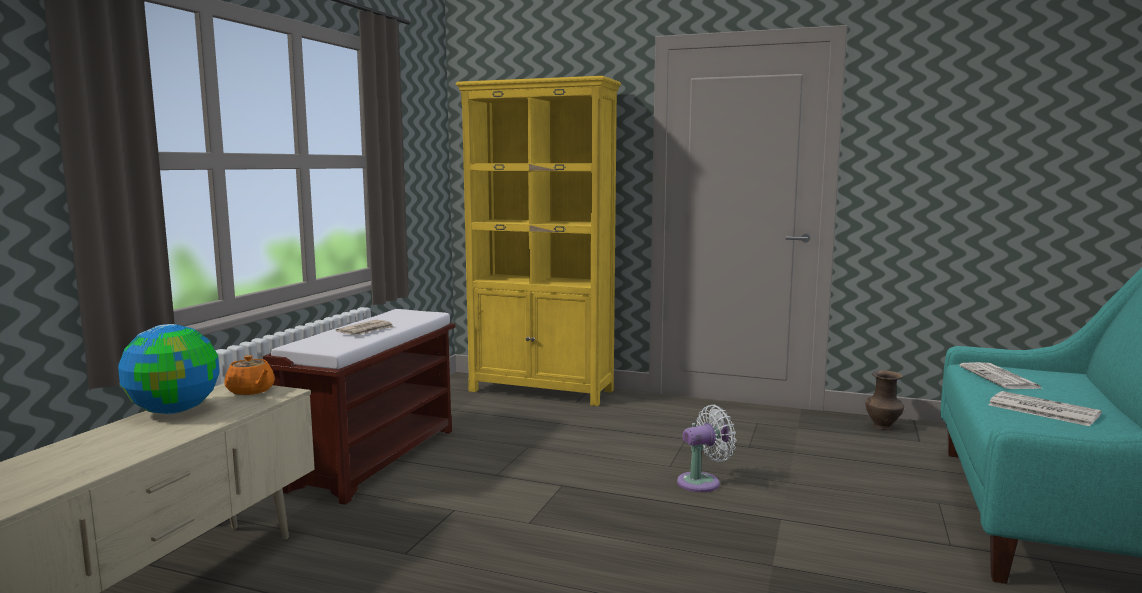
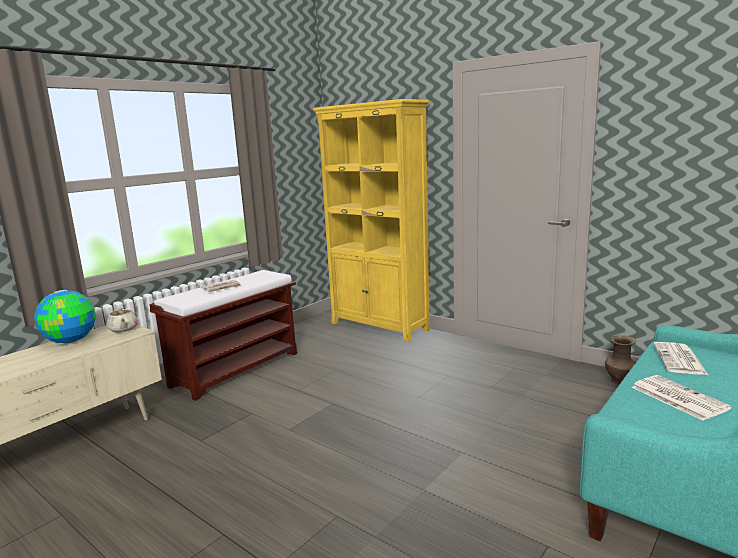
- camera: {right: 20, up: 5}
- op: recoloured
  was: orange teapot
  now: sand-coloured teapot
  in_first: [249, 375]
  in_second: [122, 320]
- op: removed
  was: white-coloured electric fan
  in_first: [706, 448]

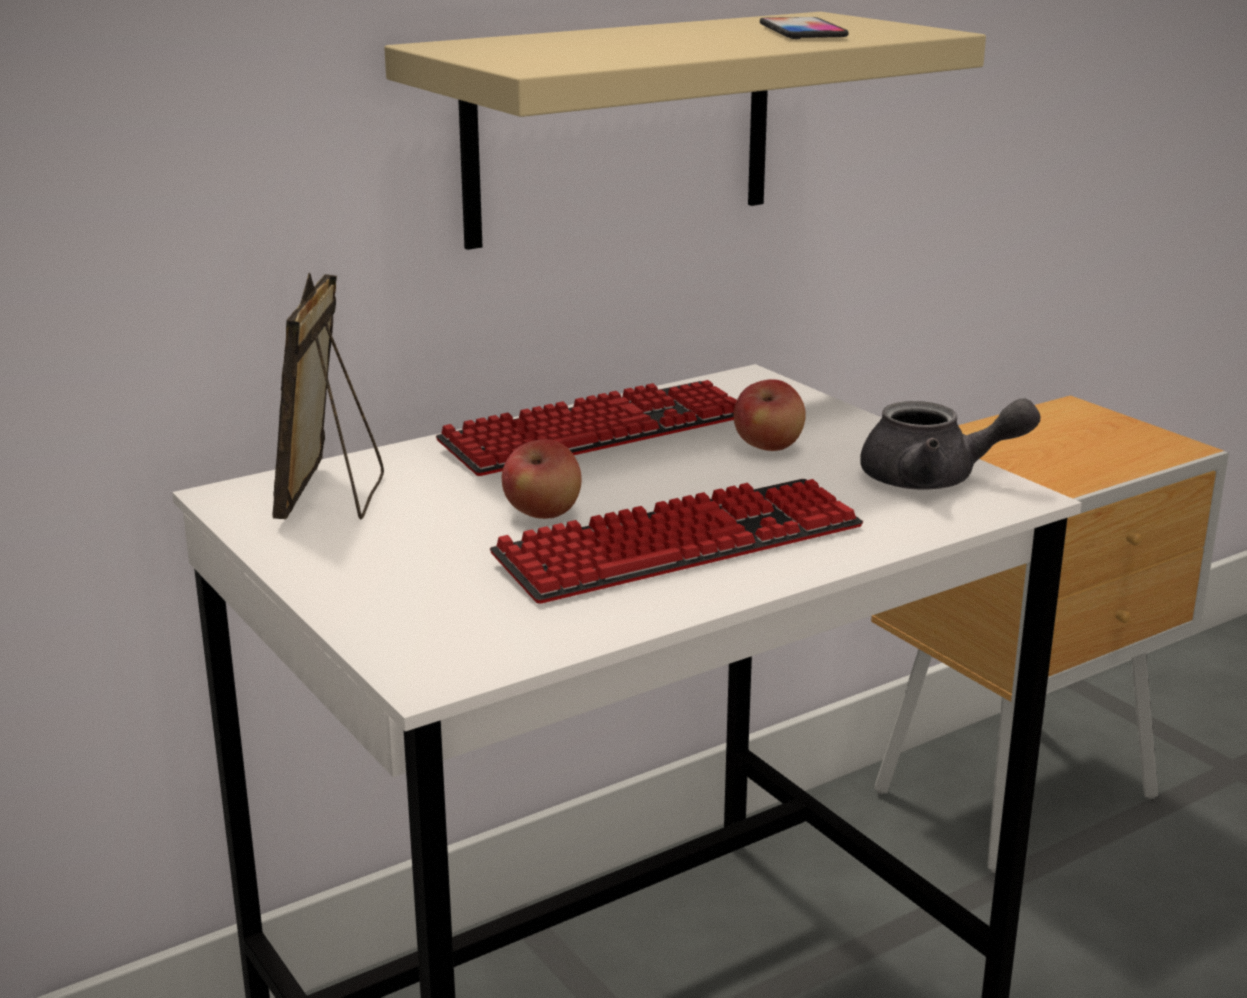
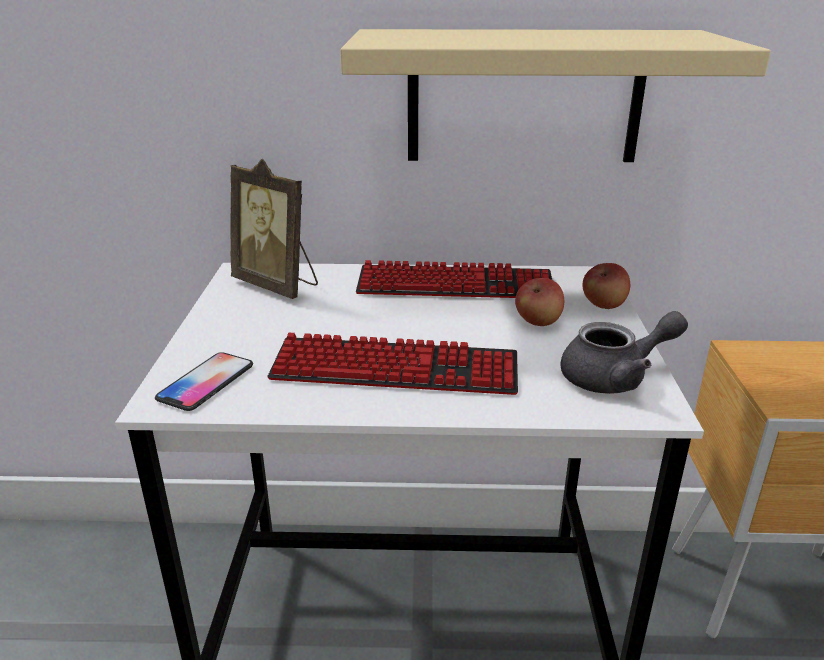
- camera: {right: 35, up: 5}
- op: moved
  was: telephone
  in_first: [804, 28]
  in_second: [204, 381]
- op: turned
  was: photo frame
  in_first: [328, 396]
  in_second: [274, 229]
  clockwise: -90
- op: turned
  was: greyish teapot
  in_first: [950, 444]
  in_second: [624, 352]
  clockwise: -60
- op: moved
  was: apple fruit
  in_first: [541, 479]
  in_second: [606, 286]

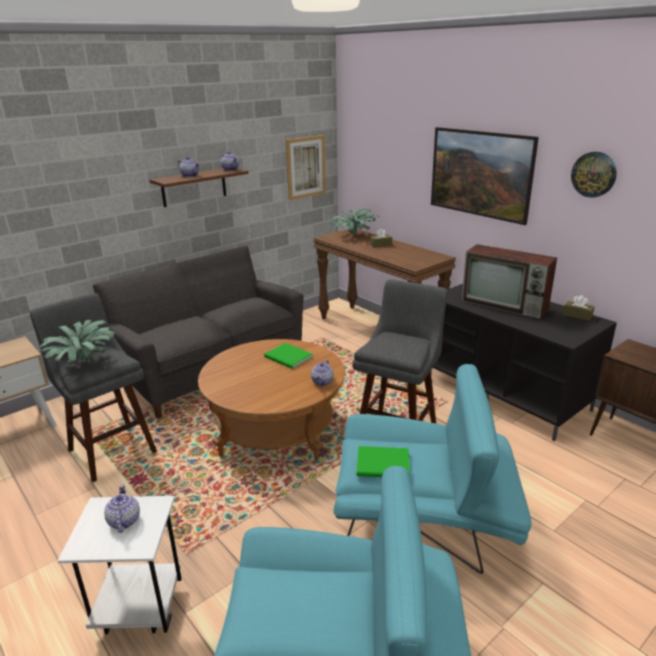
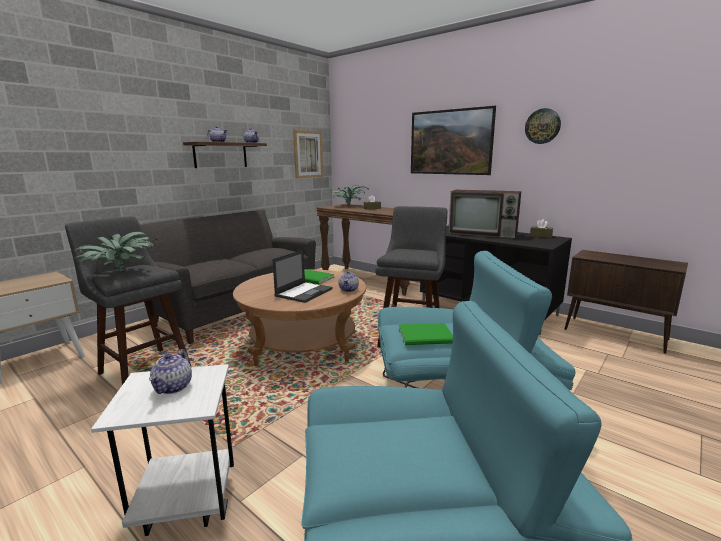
- camera: {right: -10, up: -10}
- op: turned
  was: teapot
  in_first: [122, 509]
  in_second: [170, 371]
  clockwise: -150
- op: added
  now: notebook computer
  in_second: [302, 276]

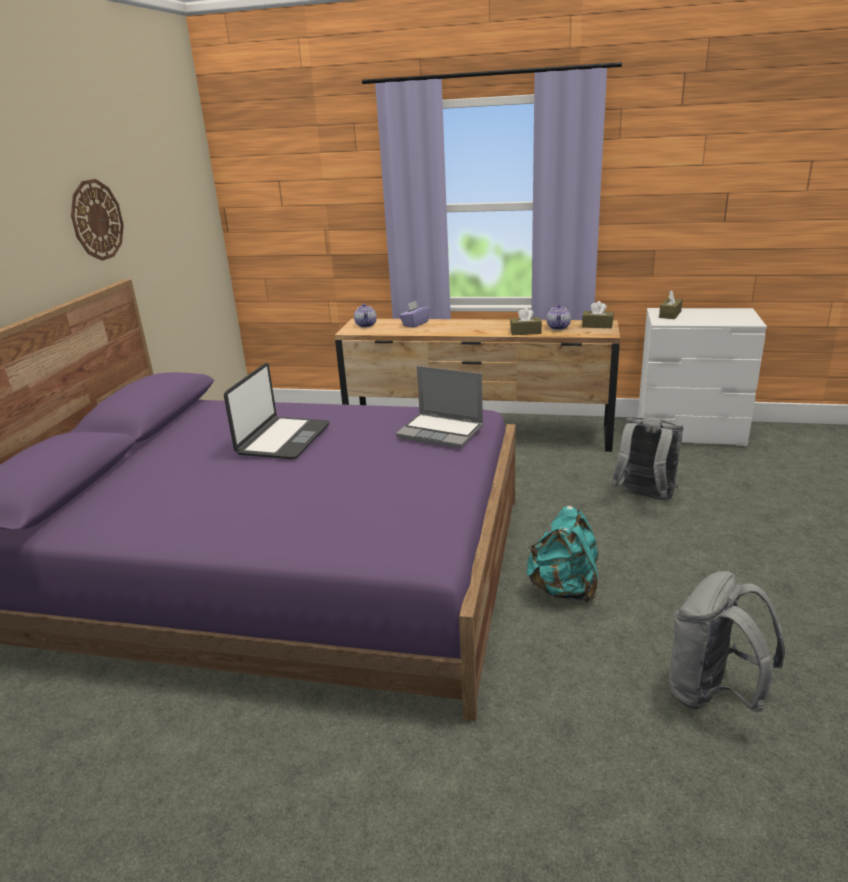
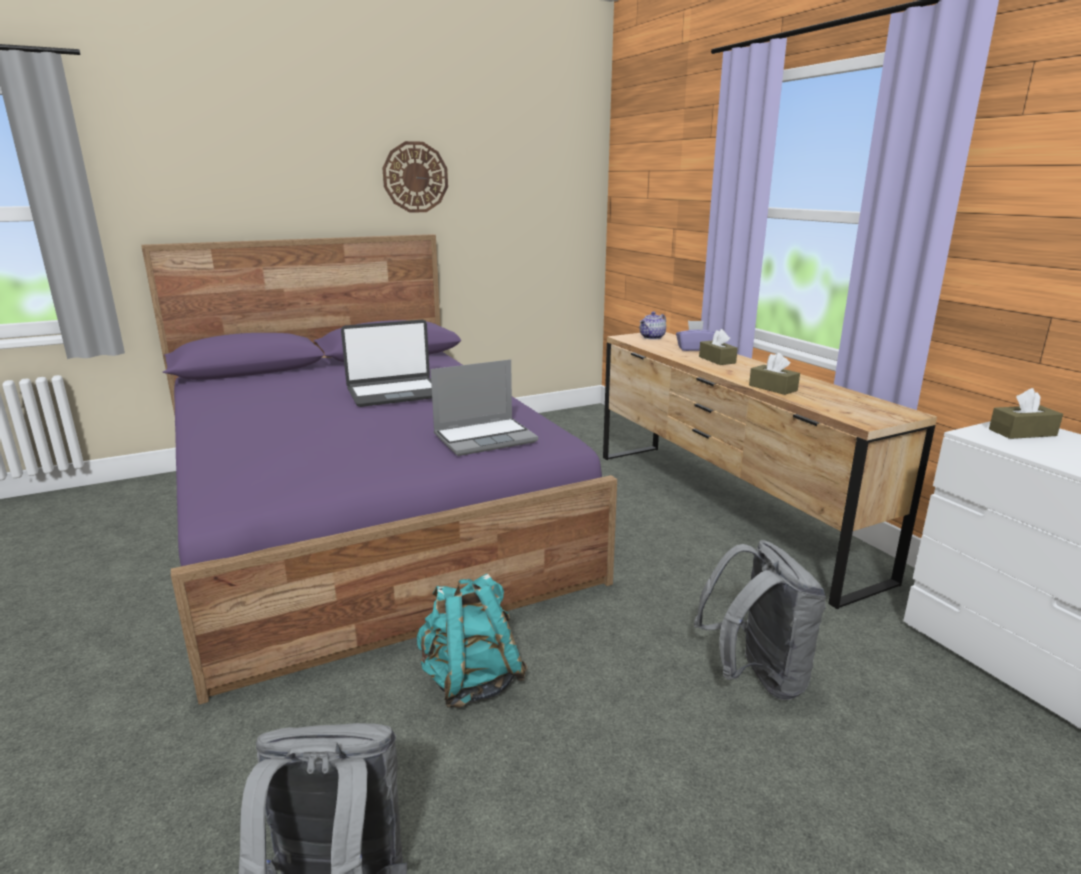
- camera: {right: 50, up: -5}
- op: turned
  was: notebook computer
  in_first: [439, 407]
  in_second: [484, 407]
  clockwise: -105
- op: moved
  was: brown tissue holder
  in_first: [598, 314]
  in_second: [718, 347]
- op: removed
  was: teapot
  in_first: [558, 317]

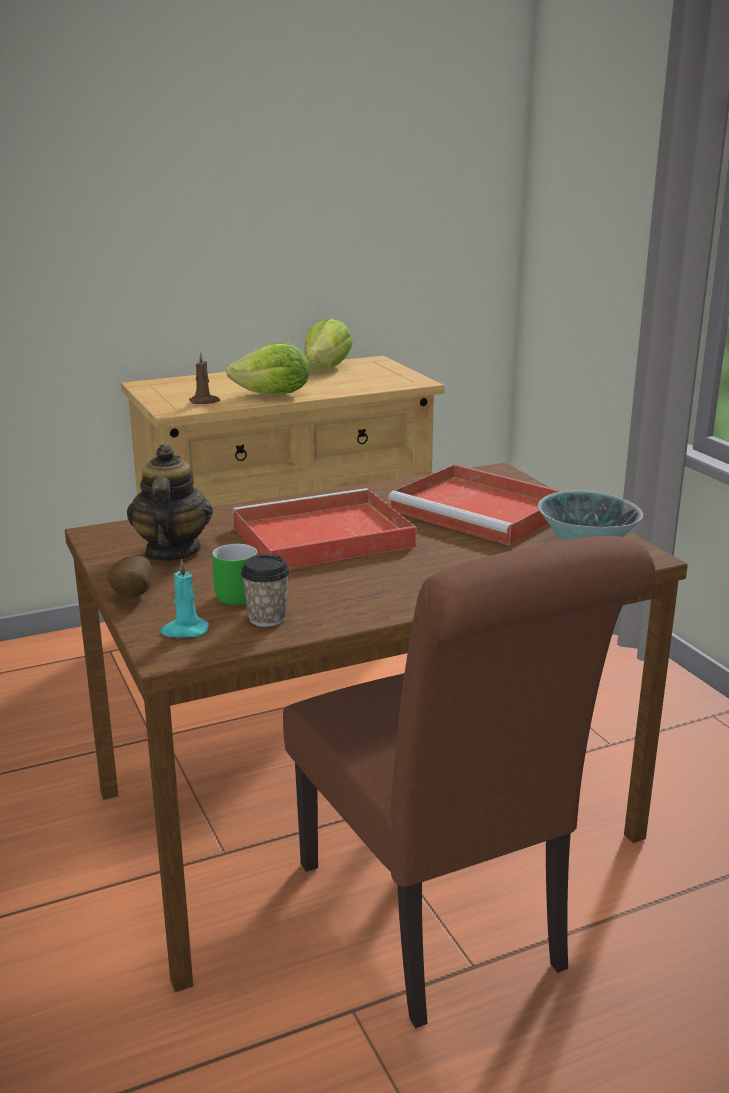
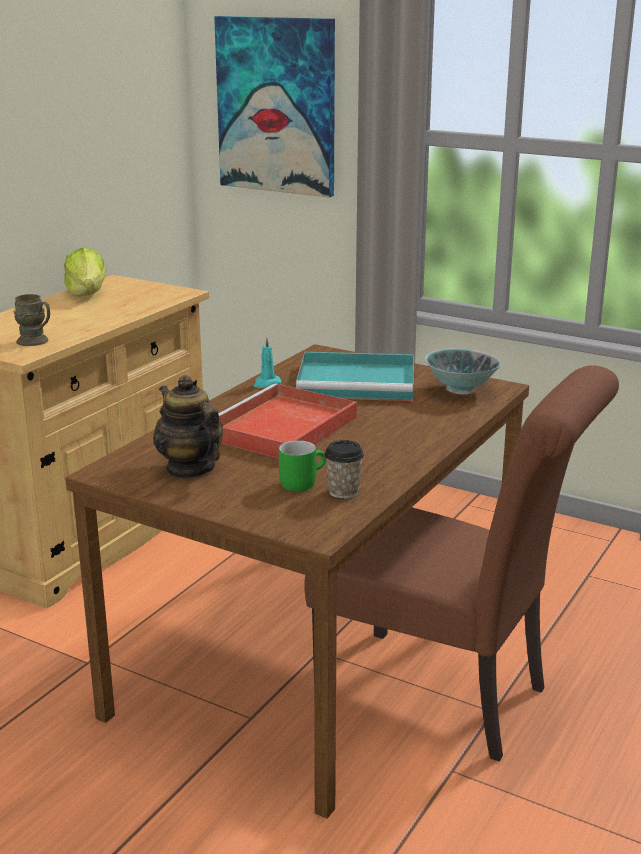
- camera: {right: -35, up: 0}
- op: replaced
  was: brown wax light
  now: brown mug
  in_first: [204, 378]
  in_second: [32, 320]
- op: added
  now: wall art
  in_second: [274, 106]
- op: moved
  was: turquoise wax light
  in_first: [184, 598]
  in_second: [267, 362]
- op: recoloured
  was: reddish carrying tray
  now: turquoise carrying tray
  in_first: [475, 505]
  in_second: [354, 376]
- op: removed
  was: spud
  in_first: [129, 576]
- op: removed
  was: head of lettuce
  in_first: [267, 369]

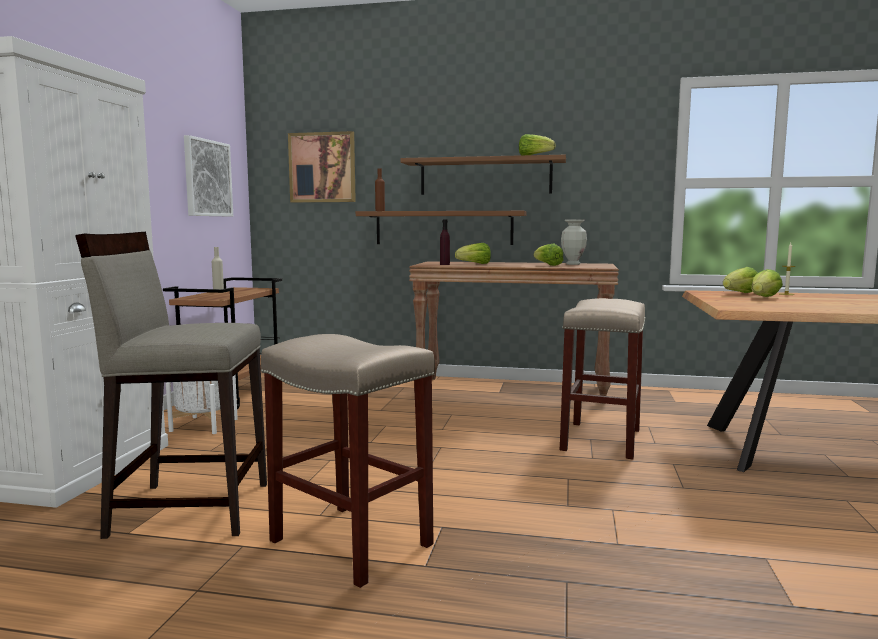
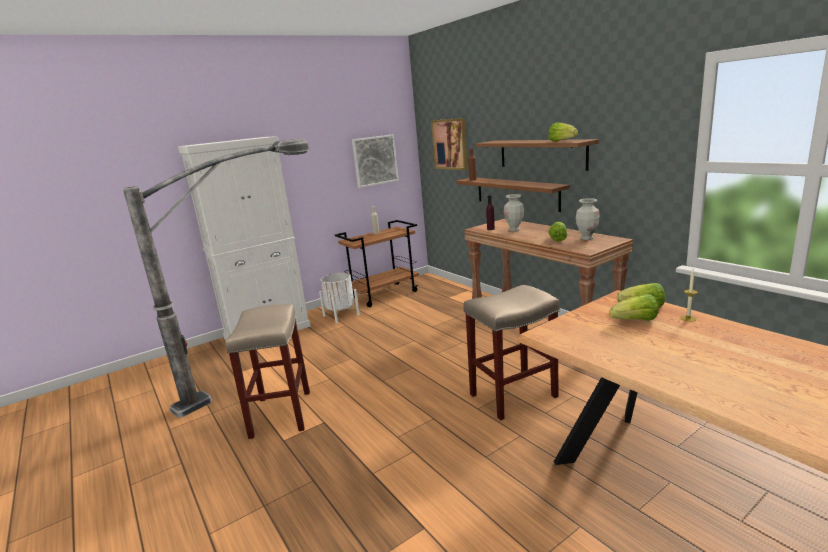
- camera: {right: 45, up: 10}
- op: replaced
  was: sand-coloured stool seat
  now: floor lamp
  in_first: [171, 385]
  in_second: [216, 278]
- op: replaced
  was: head of lettuce
  now: flower vase
  in_first: [473, 253]
  in_second: [514, 212]

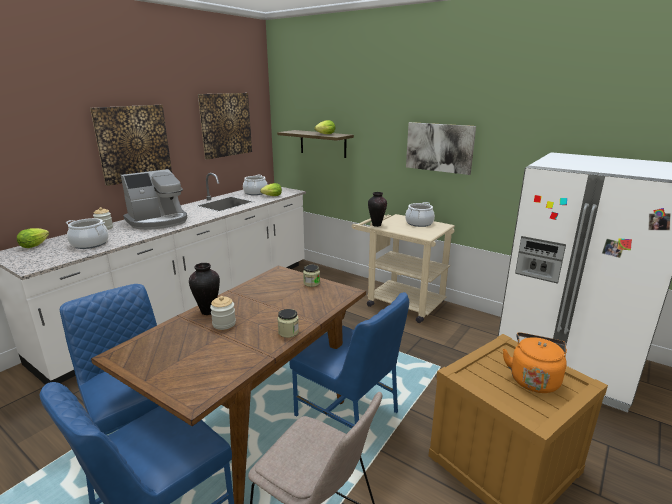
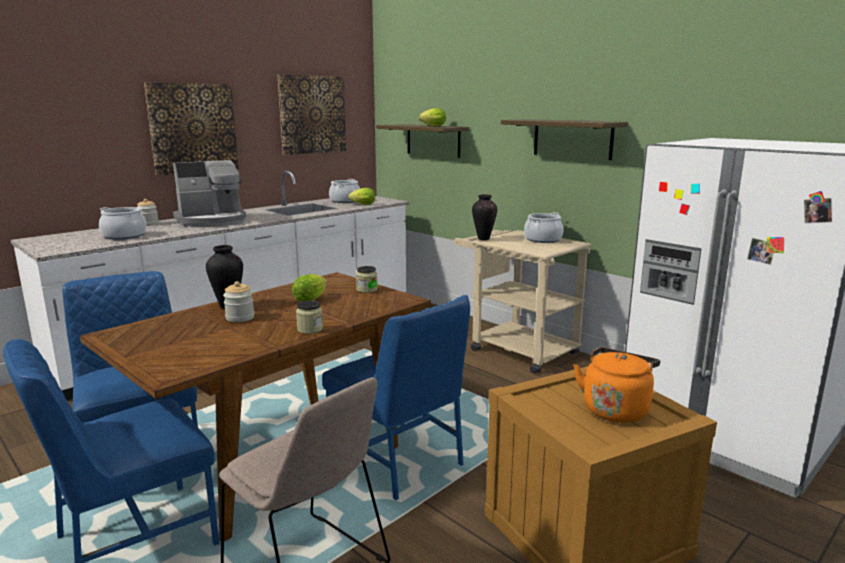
- camera: {right: 10, up: -5}
- op: moved
  was: head of lettuce
  in_first: [33, 238]
  in_second: [309, 288]
- op: replaced
  was: wall art
  now: bracket shelf
  in_first: [441, 148]
  in_second: [564, 139]

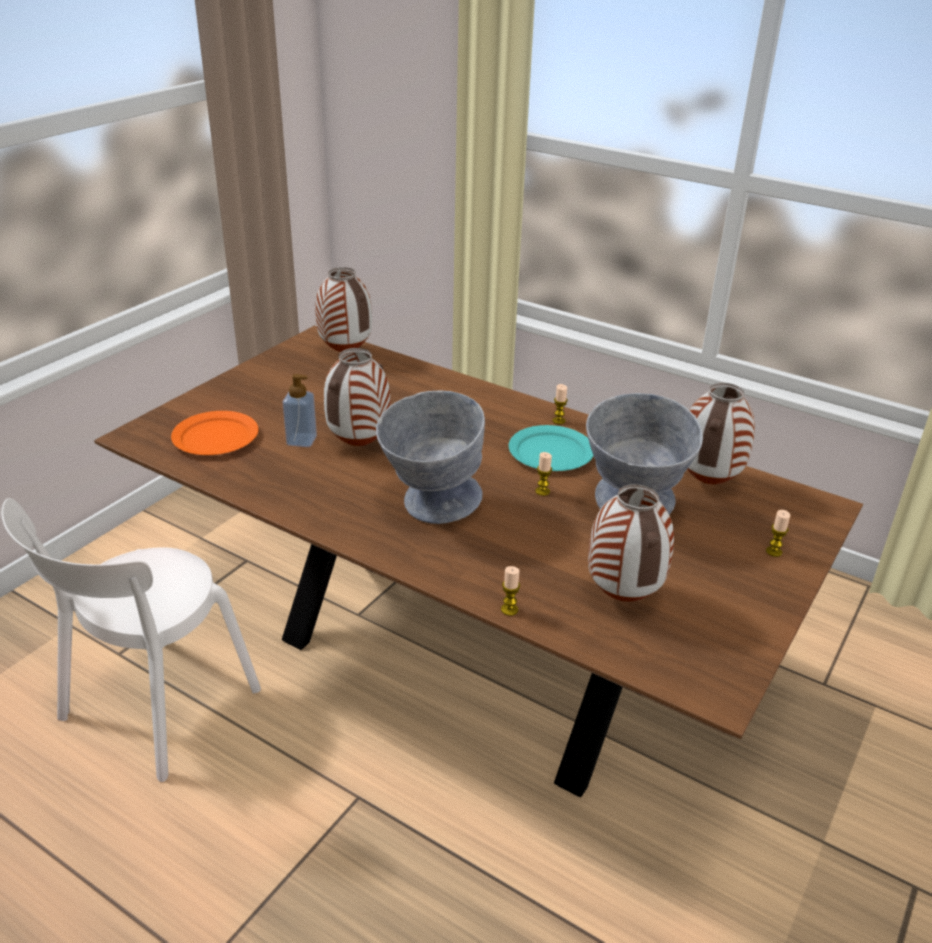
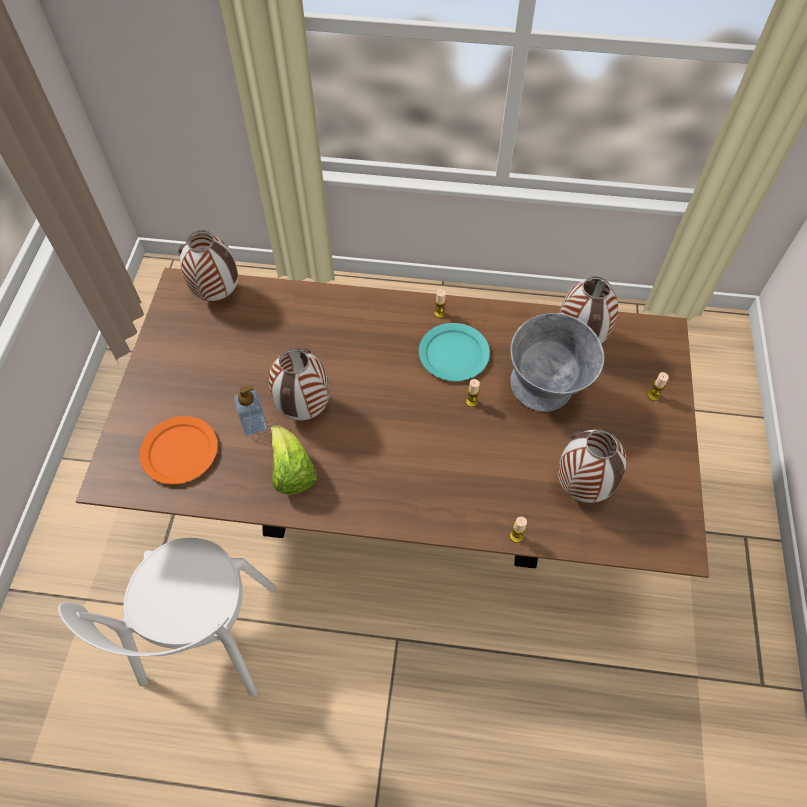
- camera: {right: -25, up: 25}
- op: added
  now: head of lettuce
  in_second: [294, 460]
- op: removed
  was: greyish serving bowl
  in_first: [430, 457]

